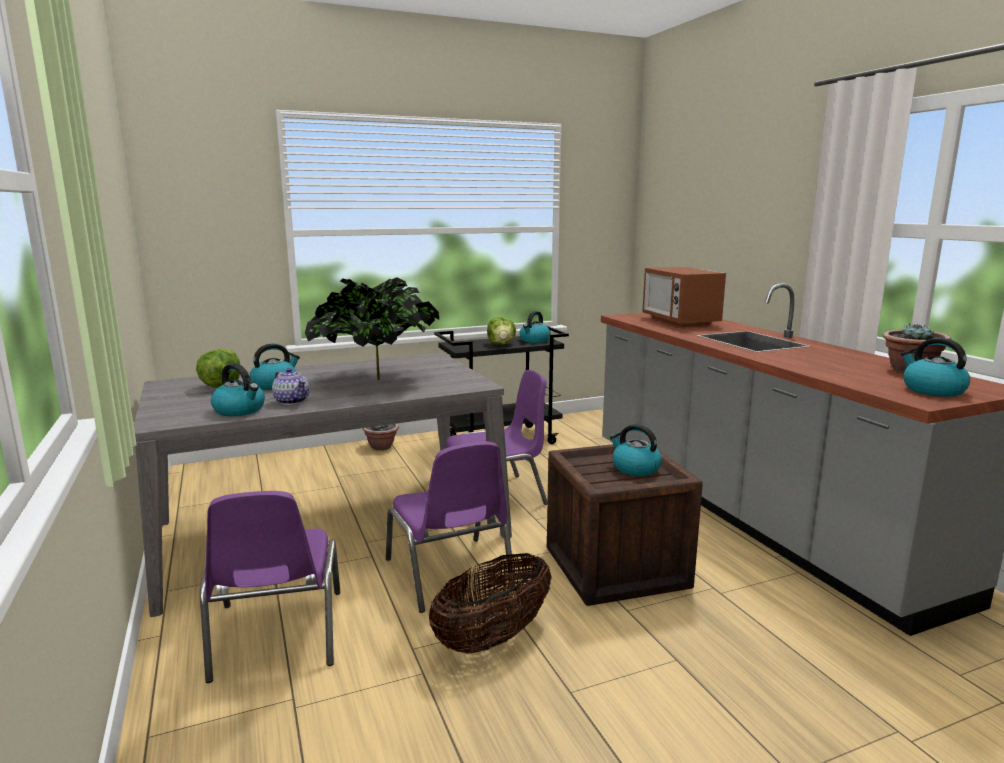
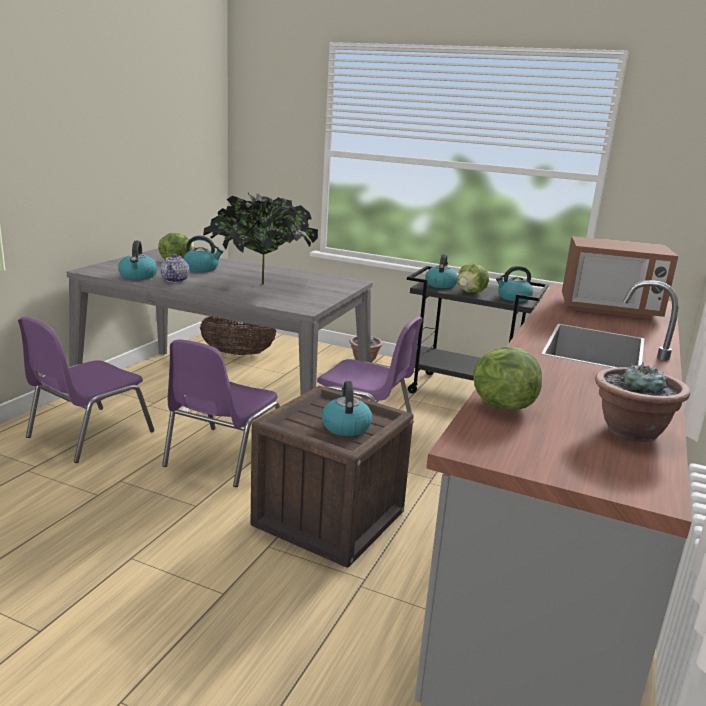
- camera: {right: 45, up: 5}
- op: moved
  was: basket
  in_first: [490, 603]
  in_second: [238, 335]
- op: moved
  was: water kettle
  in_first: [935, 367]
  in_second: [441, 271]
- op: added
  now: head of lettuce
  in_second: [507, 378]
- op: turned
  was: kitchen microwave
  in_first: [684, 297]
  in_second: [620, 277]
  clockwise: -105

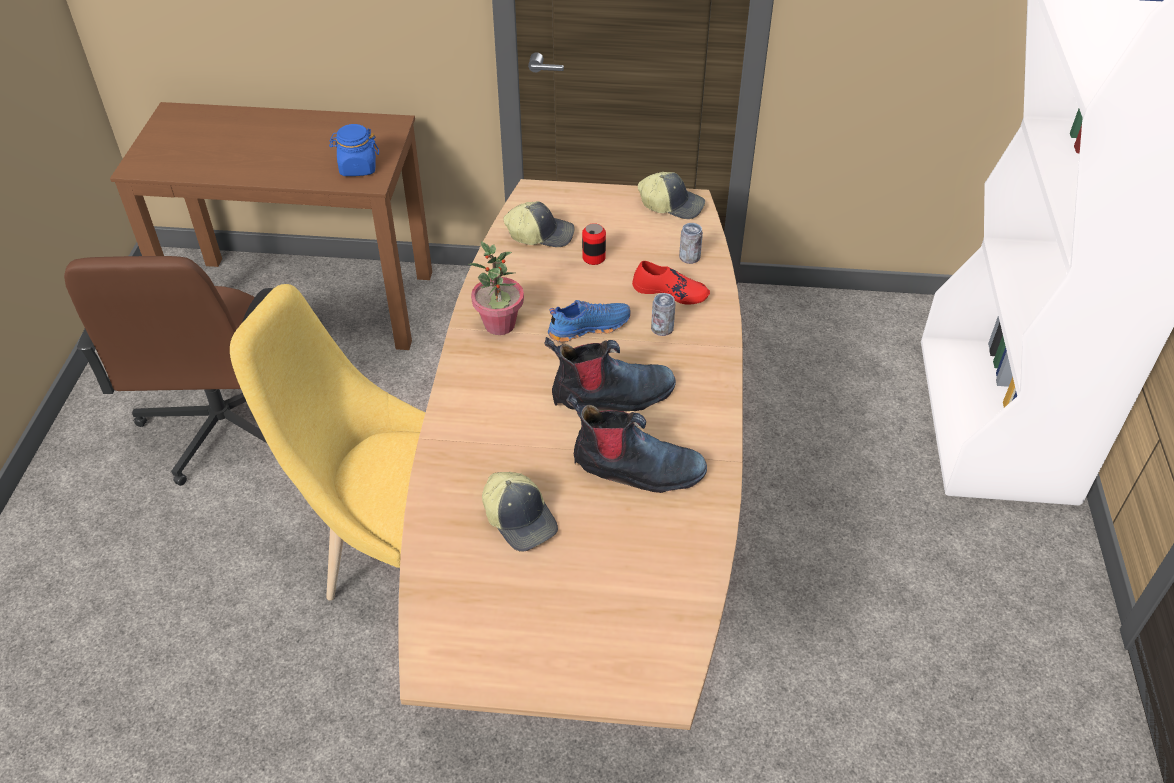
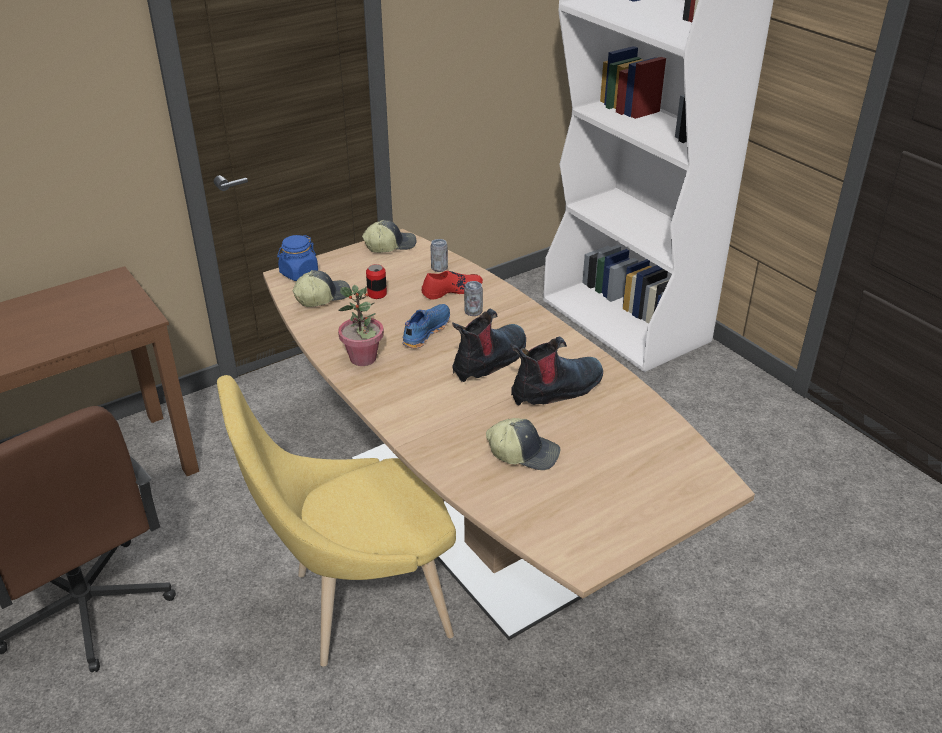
- camera: {right: -40, up: -10}
- op: moved
  was: bluish jar
  in_first: [354, 150]
  in_second: [297, 258]

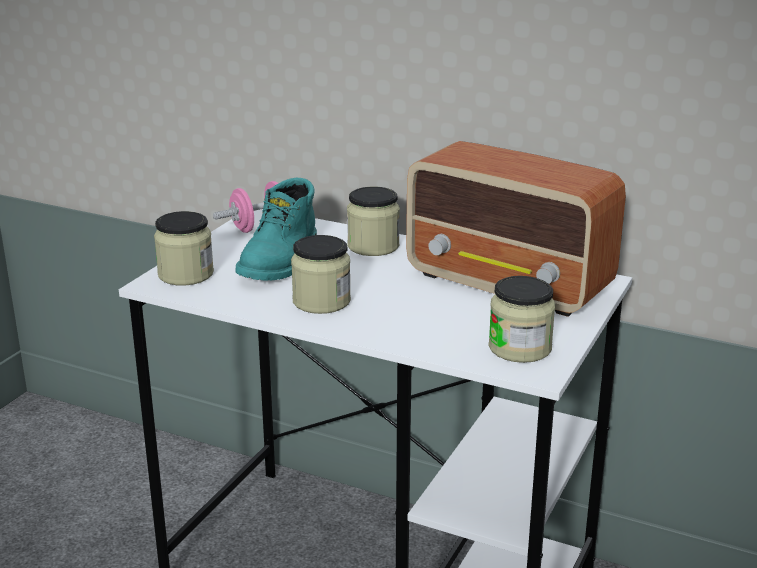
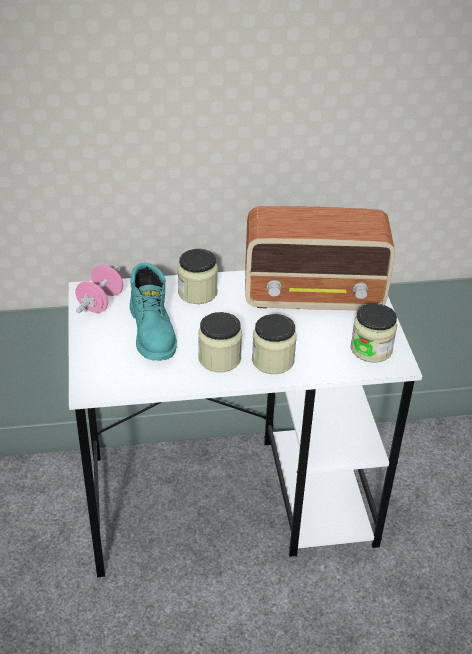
- camera: {right: -35, up: 15}
- op: moved
  was: jar
  in_first: [184, 248]
  in_second: [274, 344]

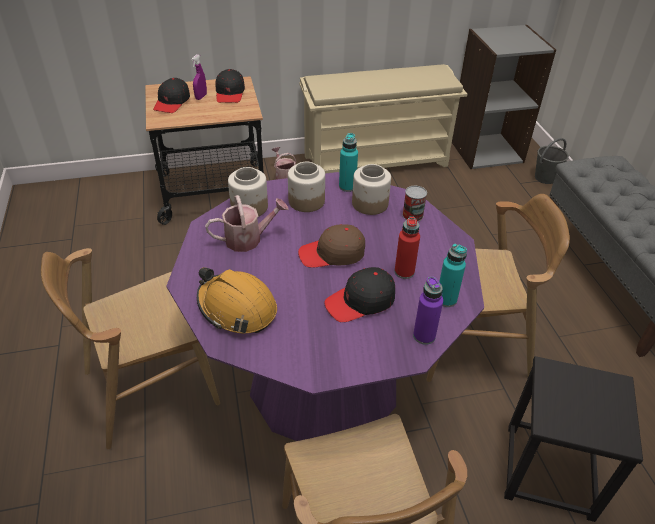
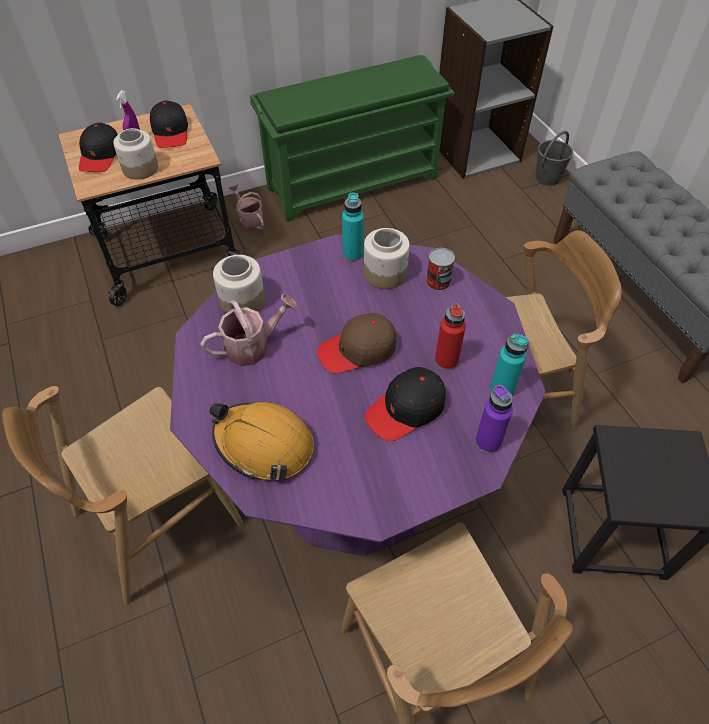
- camera: {right: -10, up: 10}
- op: moved
  was: jar
  in_first: [306, 187]
  in_second: [135, 154]
- op: recoloured
  was: sand-coloured shoe rack
  now: greenish shoe rack
  in_first: [383, 118]
  in_second: [352, 138]

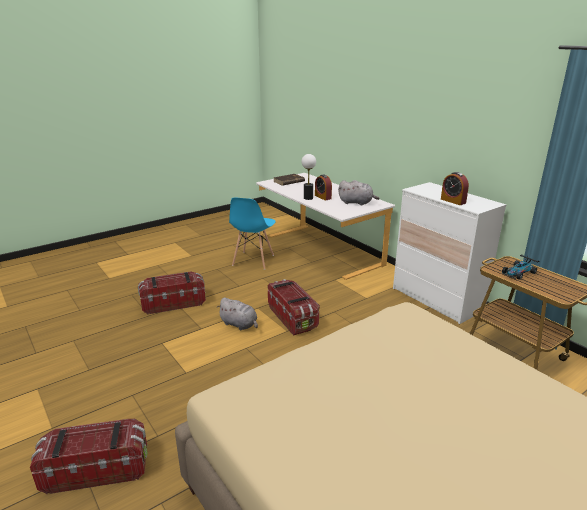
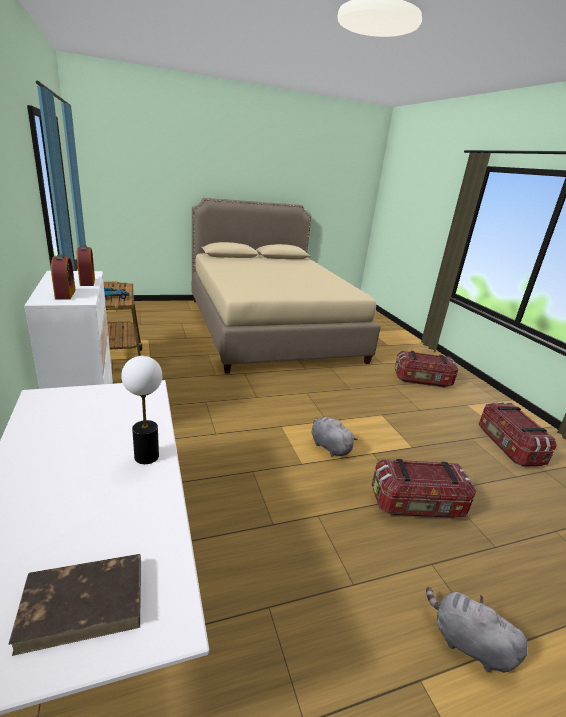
- camera: {right: -165, up: 0}
- op: moved
  was: bedside clock
  in_first: [323, 187]
  in_second: [63, 277]
- op: moved
  was: greyish plush toy
  in_first: [358, 193]
  in_second: [477, 629]
- op: moved
  was: storage box
  in_first: [294, 307]
  in_second: [517, 434]
- op: removed
  was: bluish upright chair
  in_first: [252, 233]

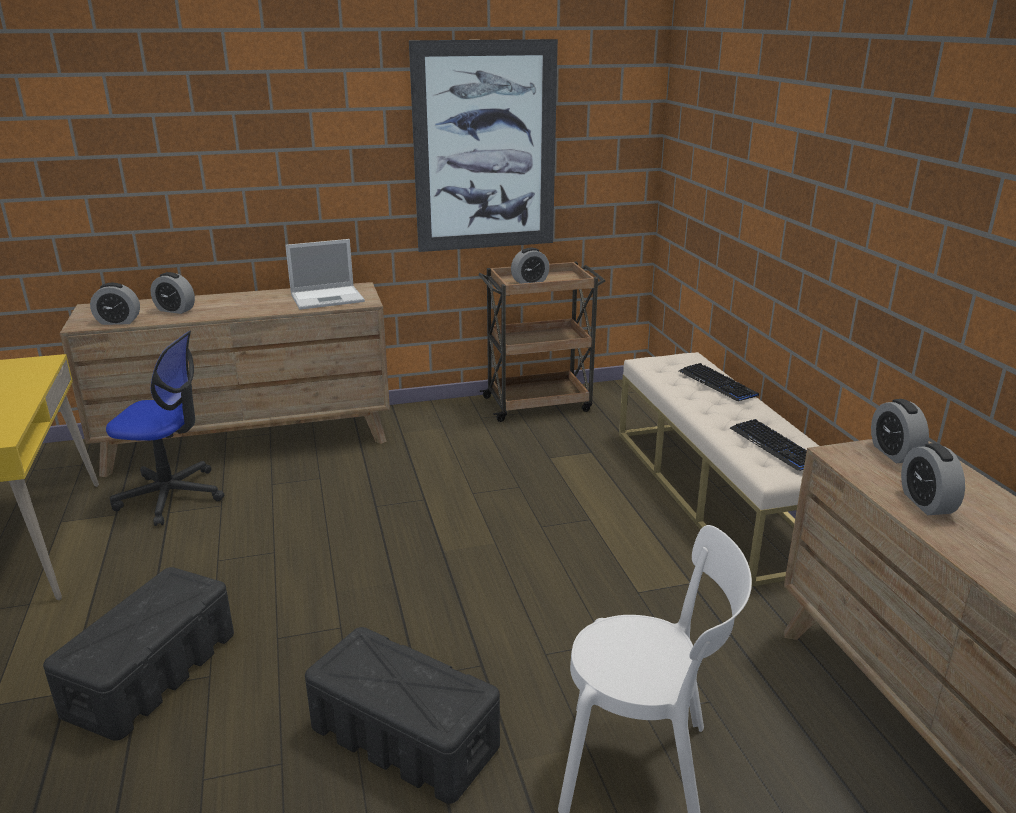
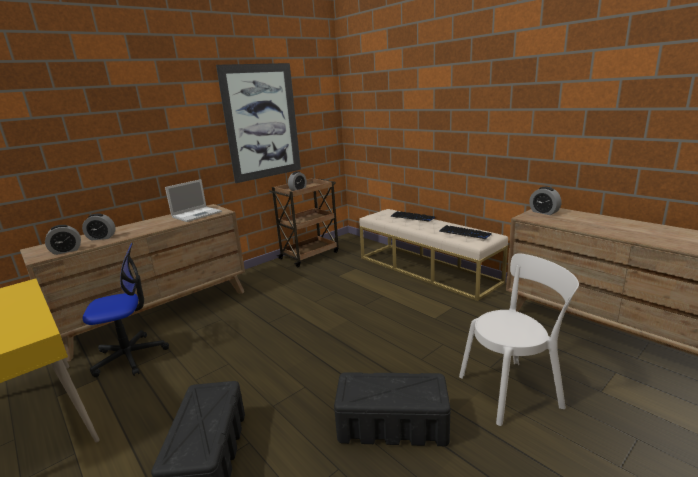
- camera: {right: -25, up: -5}
- op: removed
  was: bedside clock
  in_first: [933, 479]

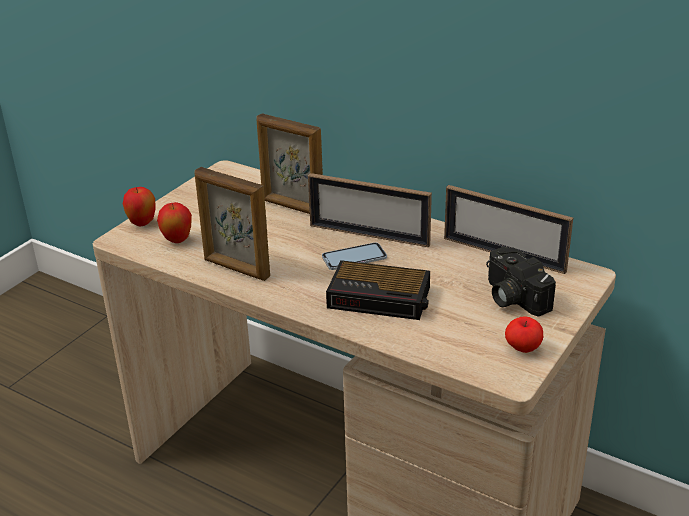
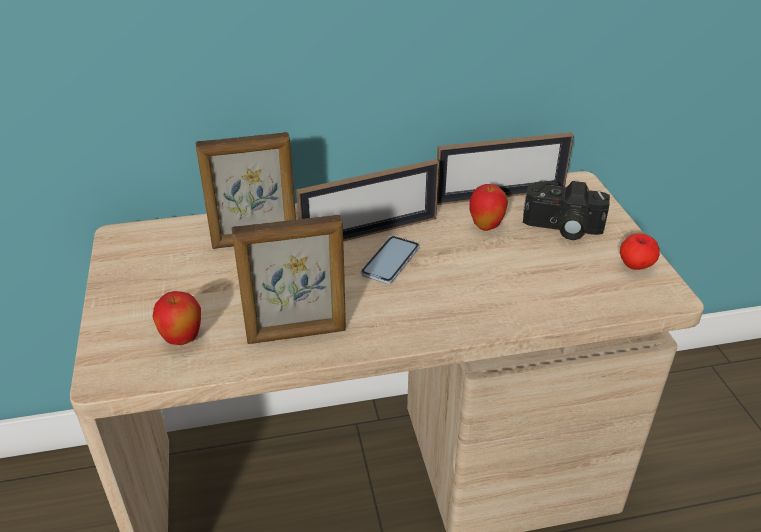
- camera: {right: -45, up: 5}
- op: moved
  was: apple fruit
  in_first: [139, 206]
  in_second: [489, 207]
- op: removed
  was: bedside clock
  in_first: [378, 290]

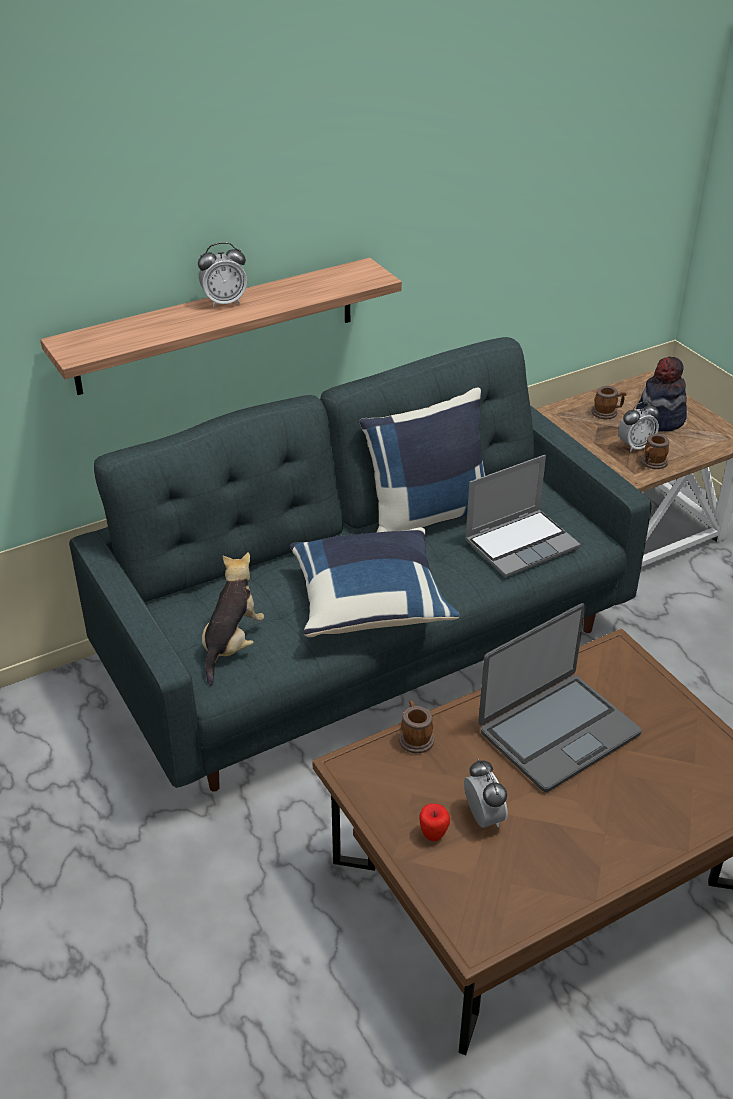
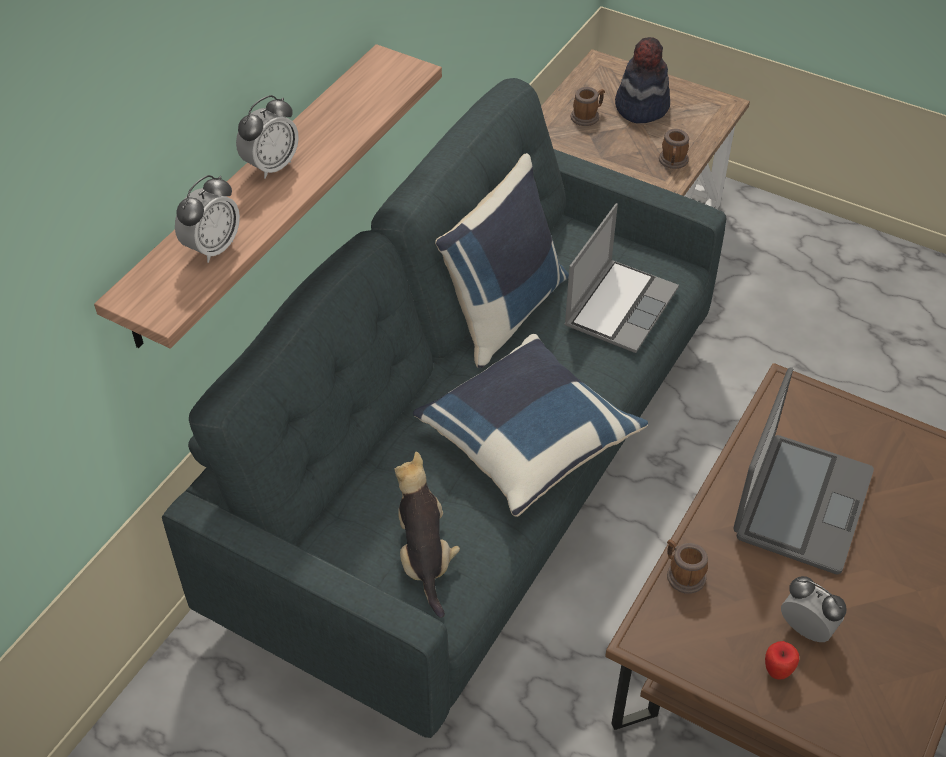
- camera: {right: -30, up: 10}
- op: moved
  was: bedside clock
  in_first: [638, 426]
  in_second: [207, 219]

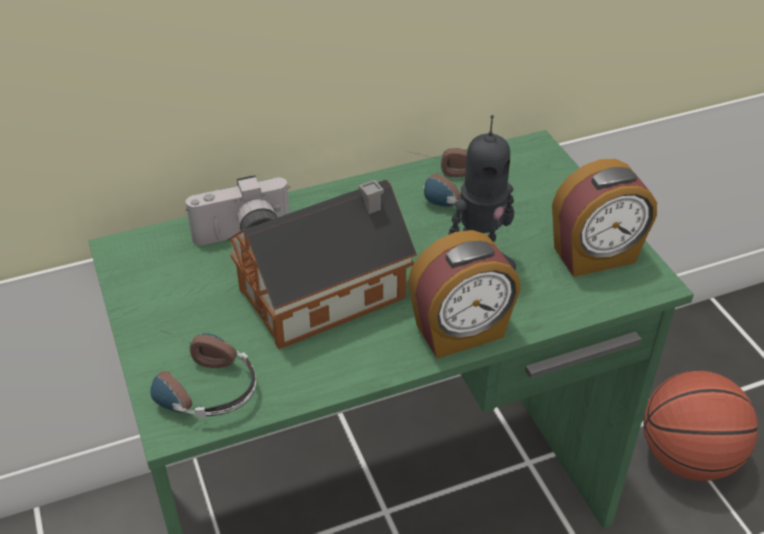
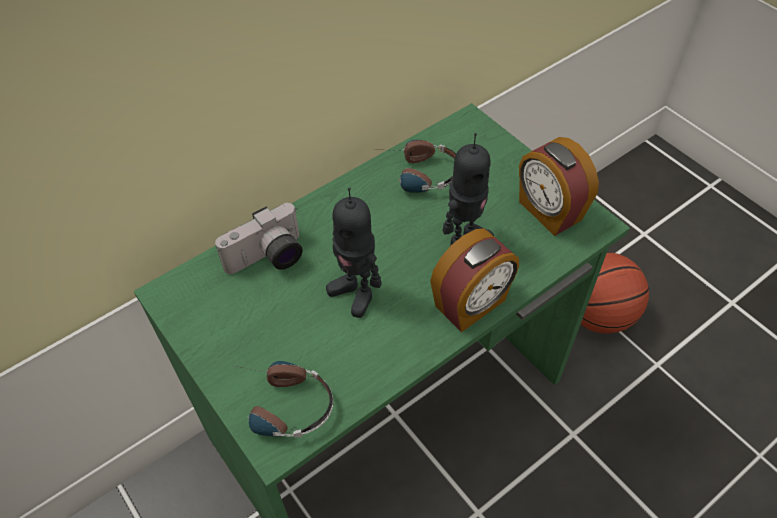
- camera: {right: -15, up: 10}
- op: replaced
  was: model house
  now: robot figure
  in_first: [322, 264]
  in_second: [354, 252]
- op: turned
  was: bedside clock
  in_first: [604, 218]
  in_second: [559, 186]
  clockwise: 90

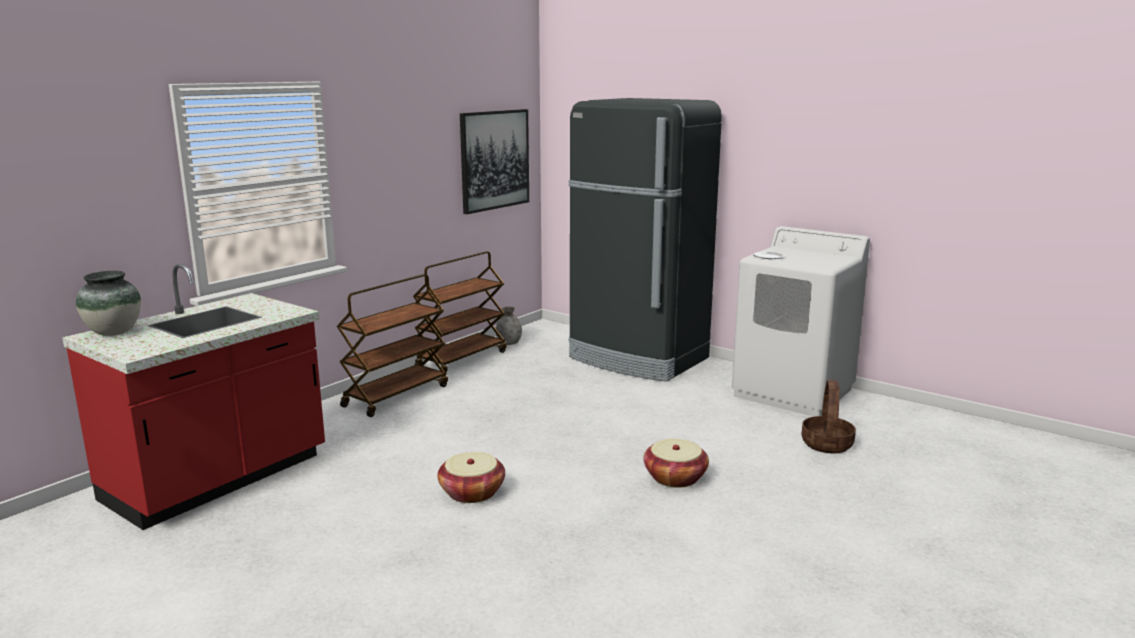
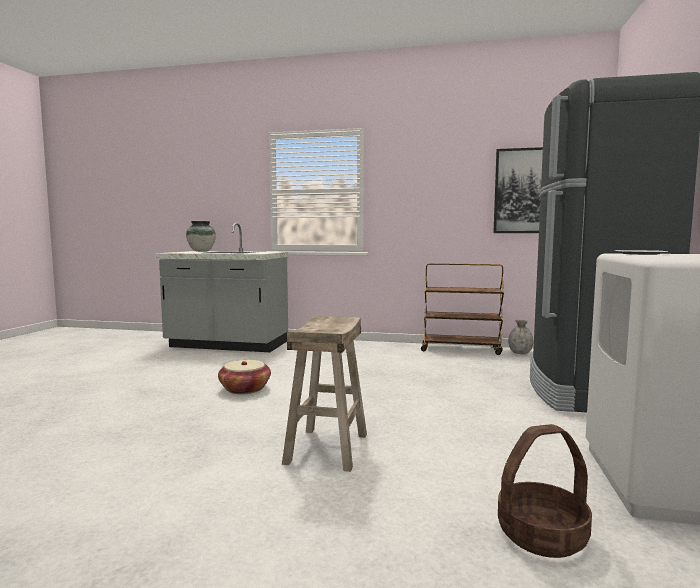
- camera: {right: 65, up: -10}
- op: recoloured
  was: reddish kitchen base unit
  now: greyish kitchen base unit
  in_first: [193, 397]
  in_second: [221, 287]
- op: replaced
  was: basket
  now: sand-coloured stool seat
  in_first: [676, 463]
  in_second: [324, 394]
- op: removed
  was: brown wheeled cart
  in_first: [392, 345]

